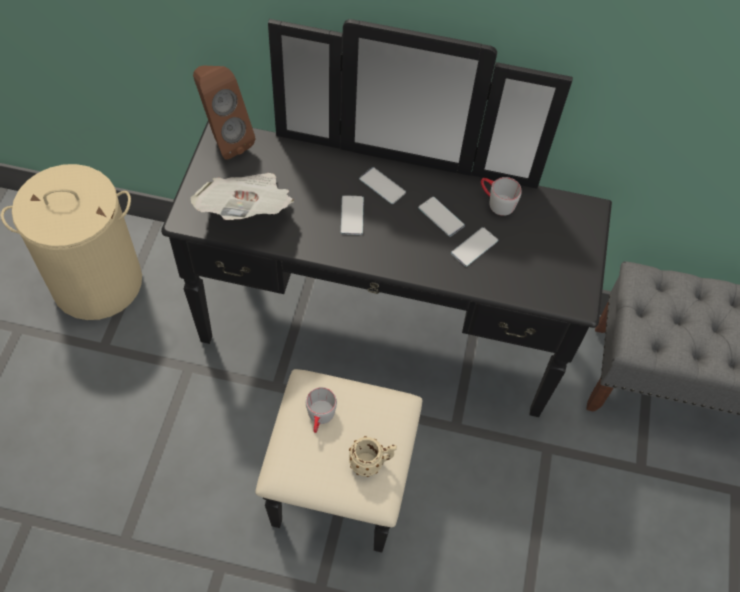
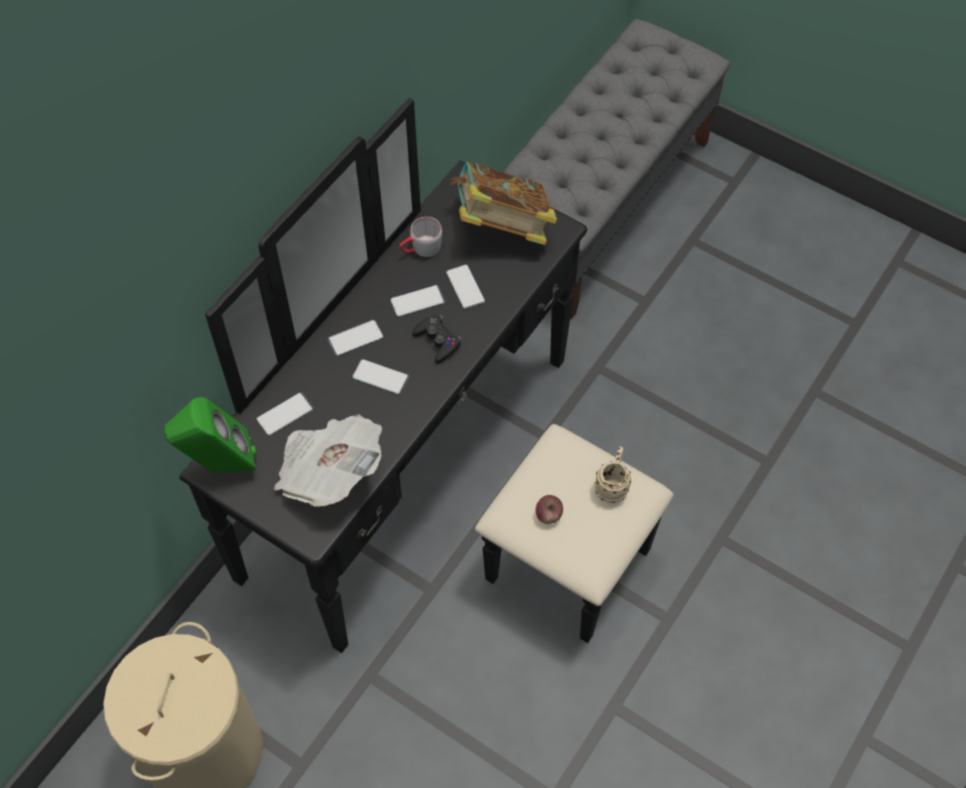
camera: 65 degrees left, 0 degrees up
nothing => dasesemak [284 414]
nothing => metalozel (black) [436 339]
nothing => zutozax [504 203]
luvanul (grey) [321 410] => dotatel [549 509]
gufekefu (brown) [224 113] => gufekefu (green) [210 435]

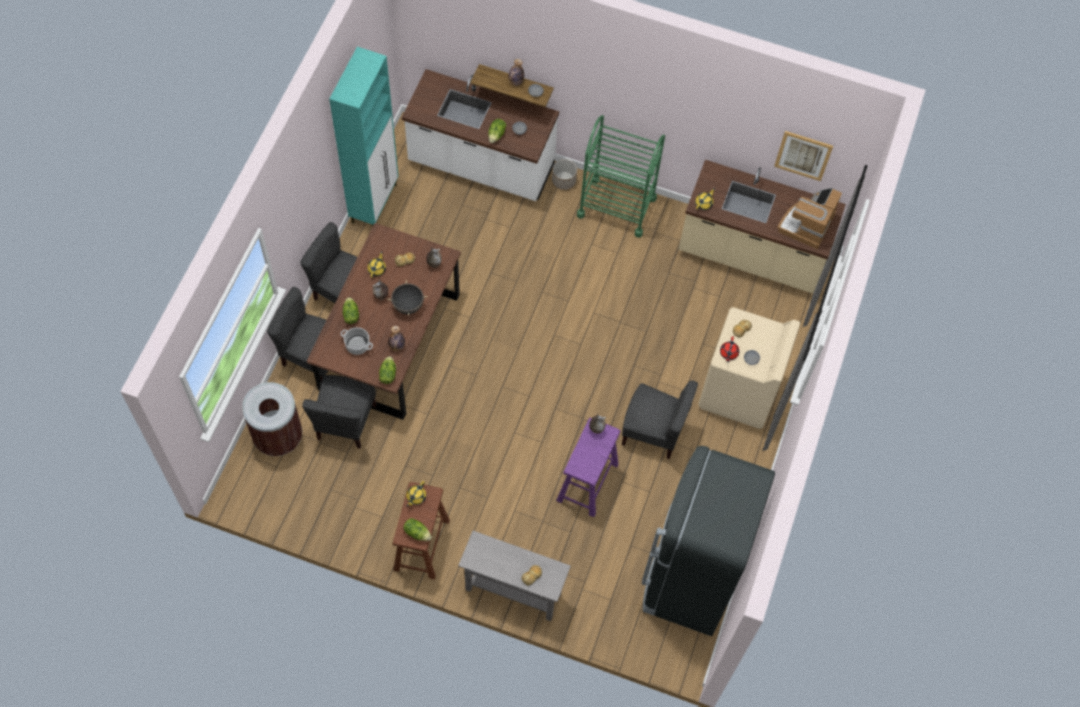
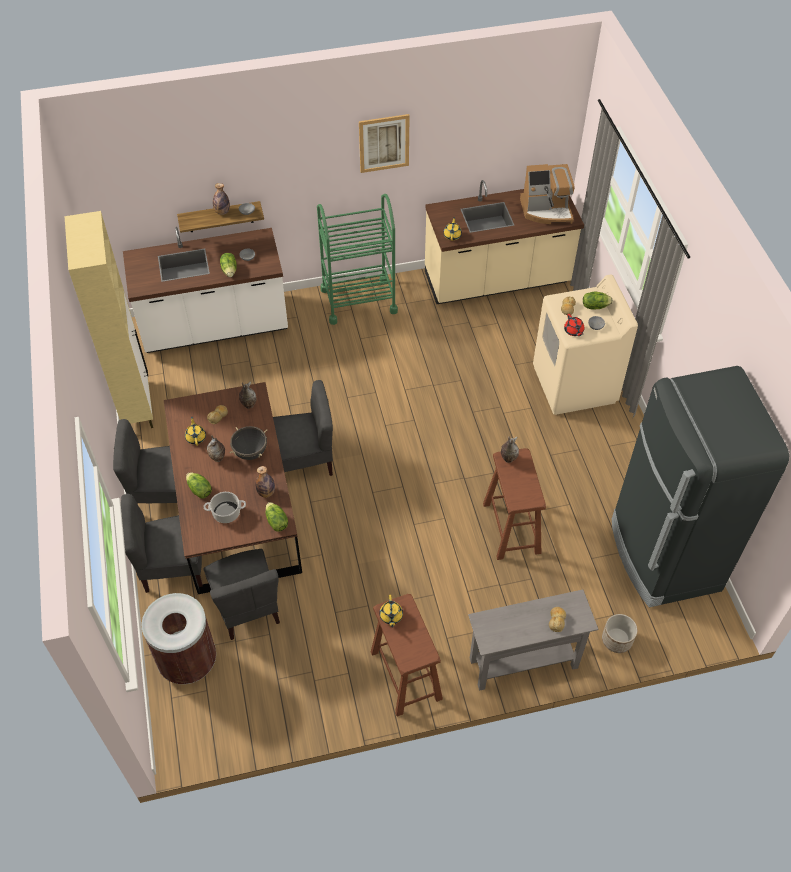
camera: 30 degrees left, 10 degrees down
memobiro [417 529] => memobiro [598 300], shifted
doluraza [564 174] => doluraza [619 633], shifted
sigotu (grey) [660 419] => sigotu (grey) [303 428], shifted
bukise [803 156] => bukise [384 143], shifted
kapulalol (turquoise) [364 137] => kapulalol (beige) [109 319]
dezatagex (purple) [588 467] => dezatagex (brown) [514 504]
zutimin [809 218] => zutimin [547 194], 90 degrees counterclockwise

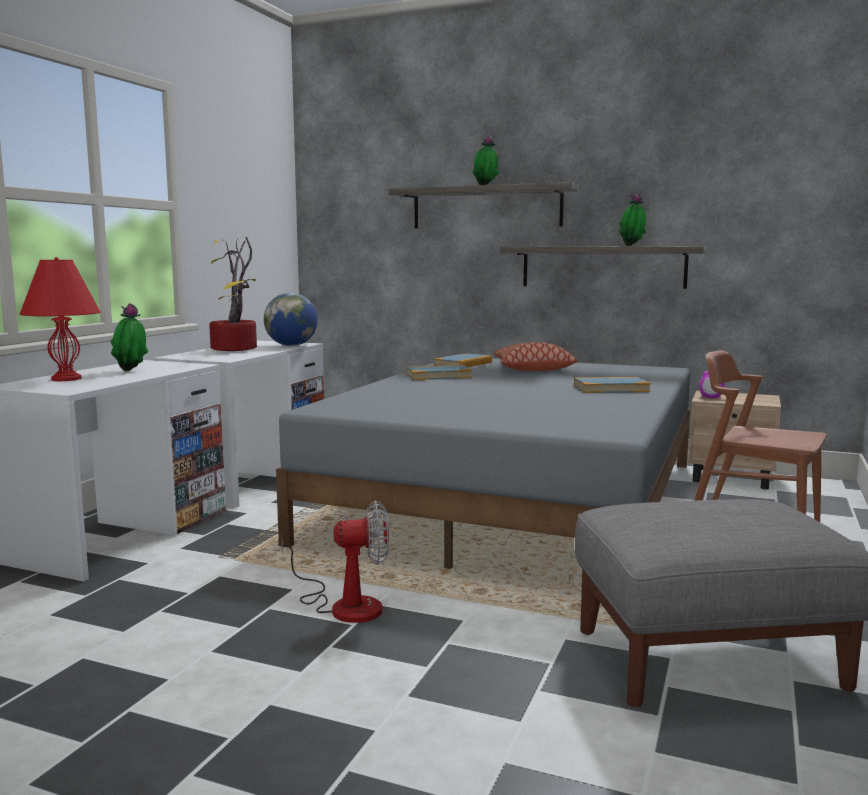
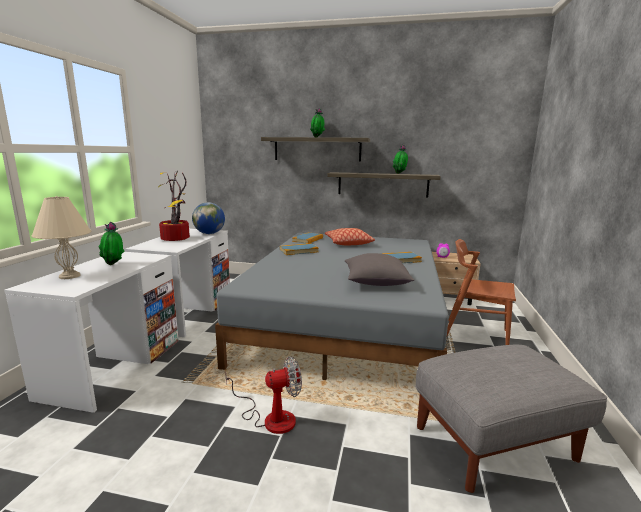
camera: 10 degrees left, 5 degrees up
nothing => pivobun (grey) [379 269]
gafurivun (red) [60 319] => gafurivun (beige) [61 237]

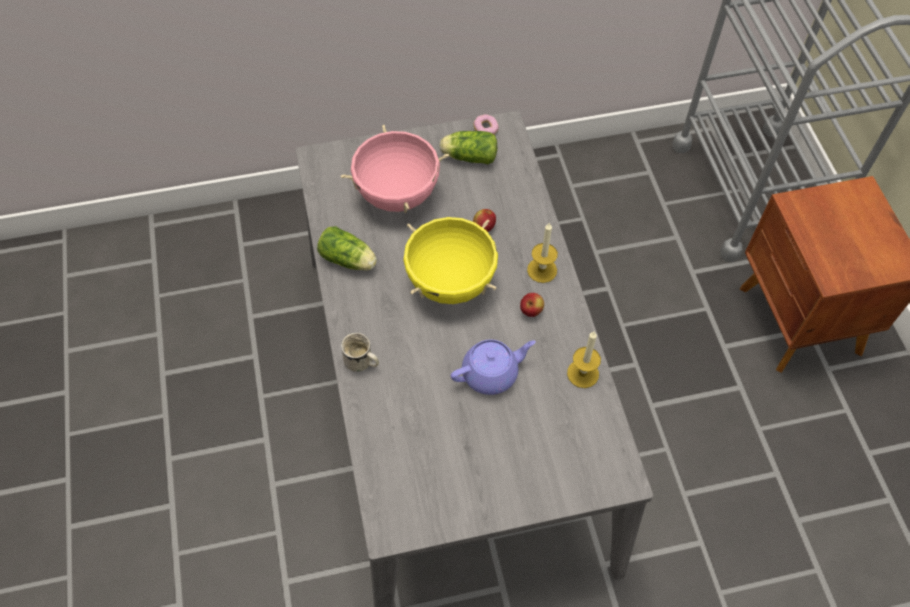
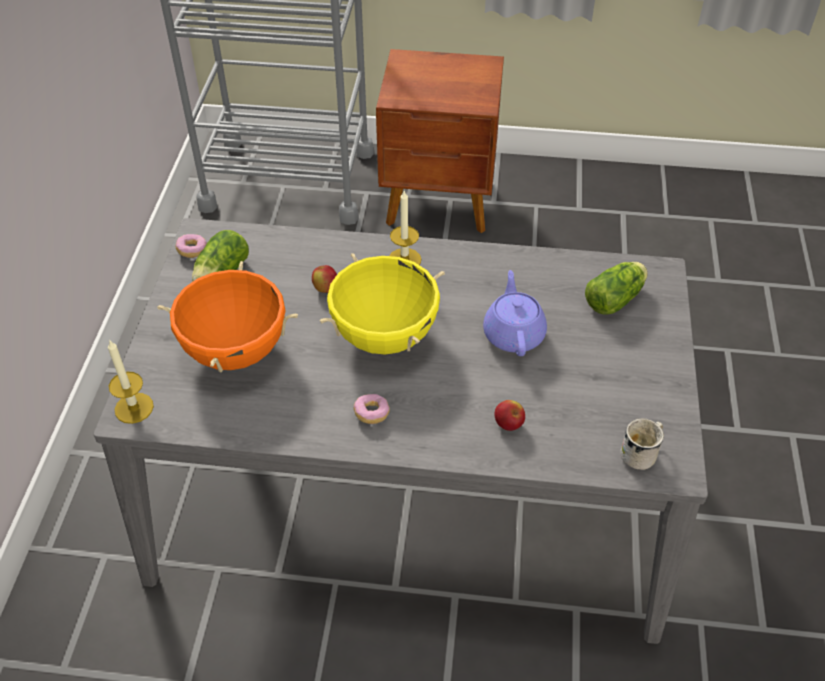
camera: 70 degrees left, 10 degrees down
nothing => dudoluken [372 409]
memobiro [347 248] => memobiro [616 288], shifted
luvanul (white) [360 352] => luvanul (white) [642 444], shifted
dotatel [532 305] => dotatel [509 415], shifted
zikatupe [584 360] => zikatupe [131 381], shifted
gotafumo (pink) [395 169] => gotafumo (orange) [227 317]

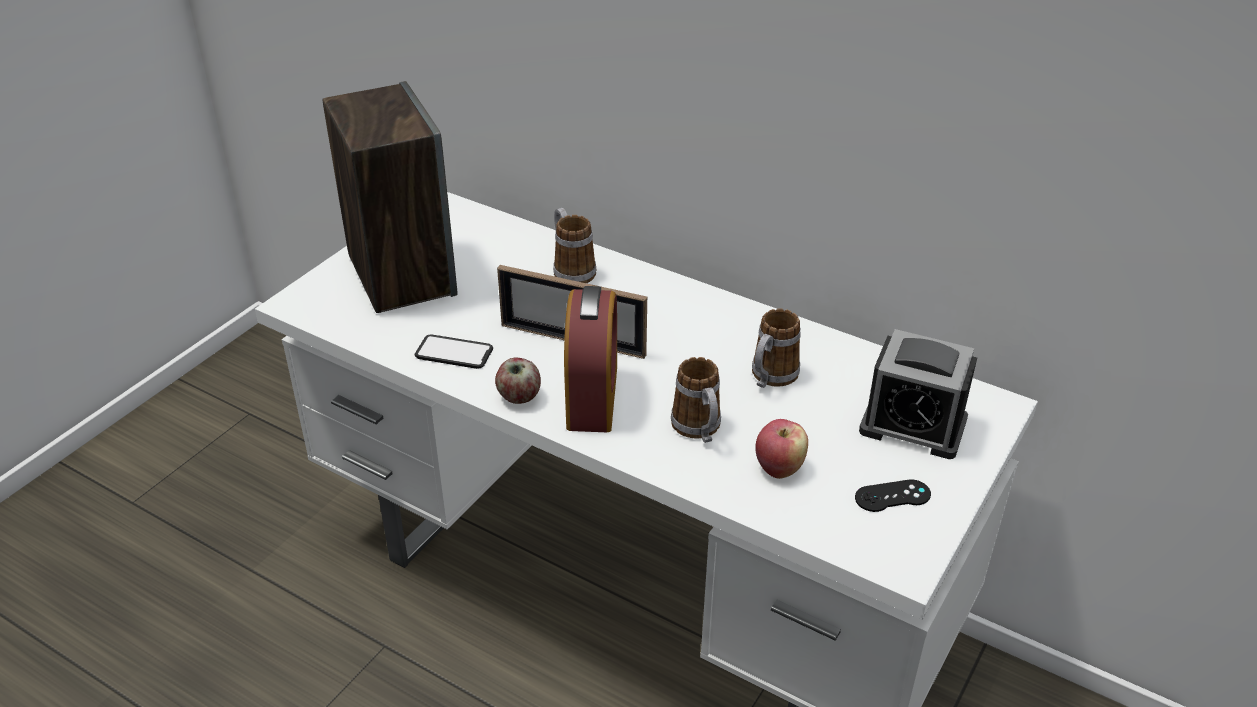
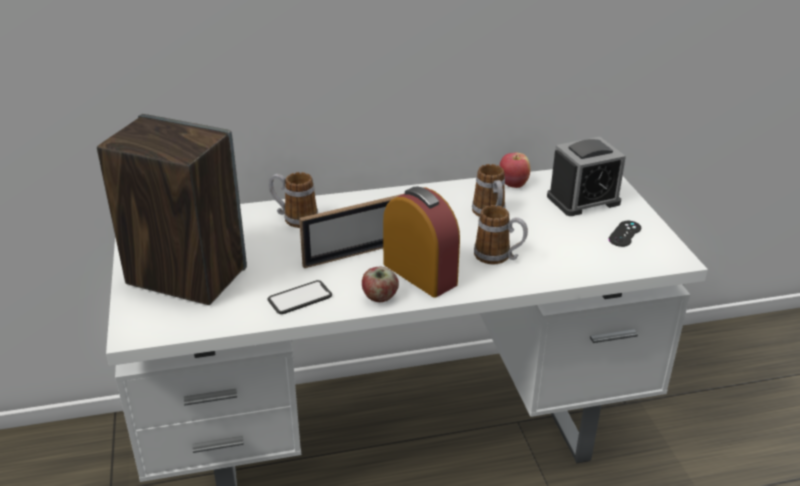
camera: 45 degrees left, 5 degrees down
dotatel [781 449] => dotatel [514 170], shifted

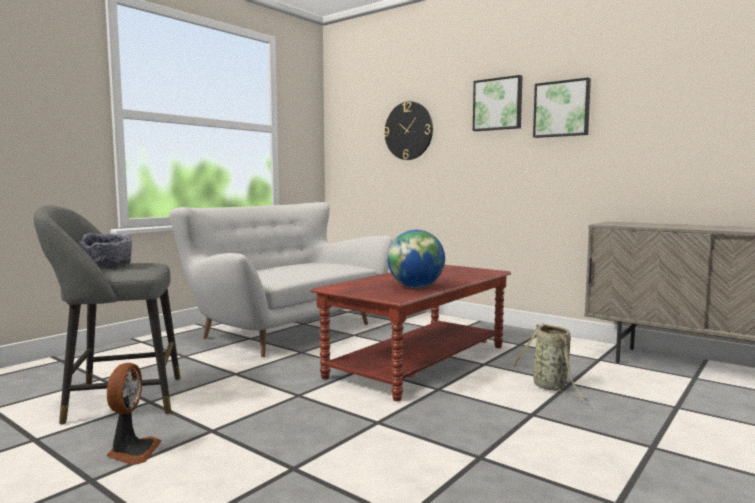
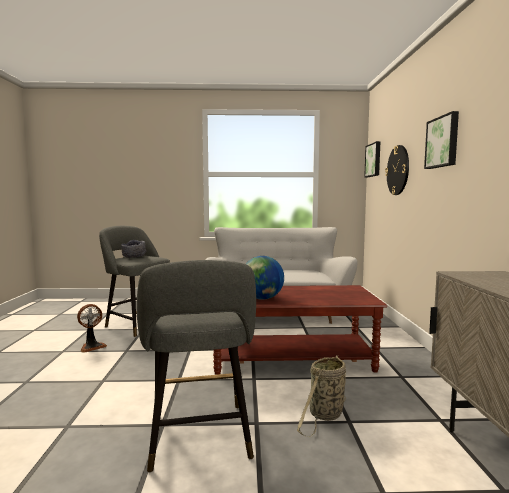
camera: 50 degrees right, 0 degrees up
nothing => dezatagex (grey) [196 366]
bukise [562 107] => bukise [372 159], shifted

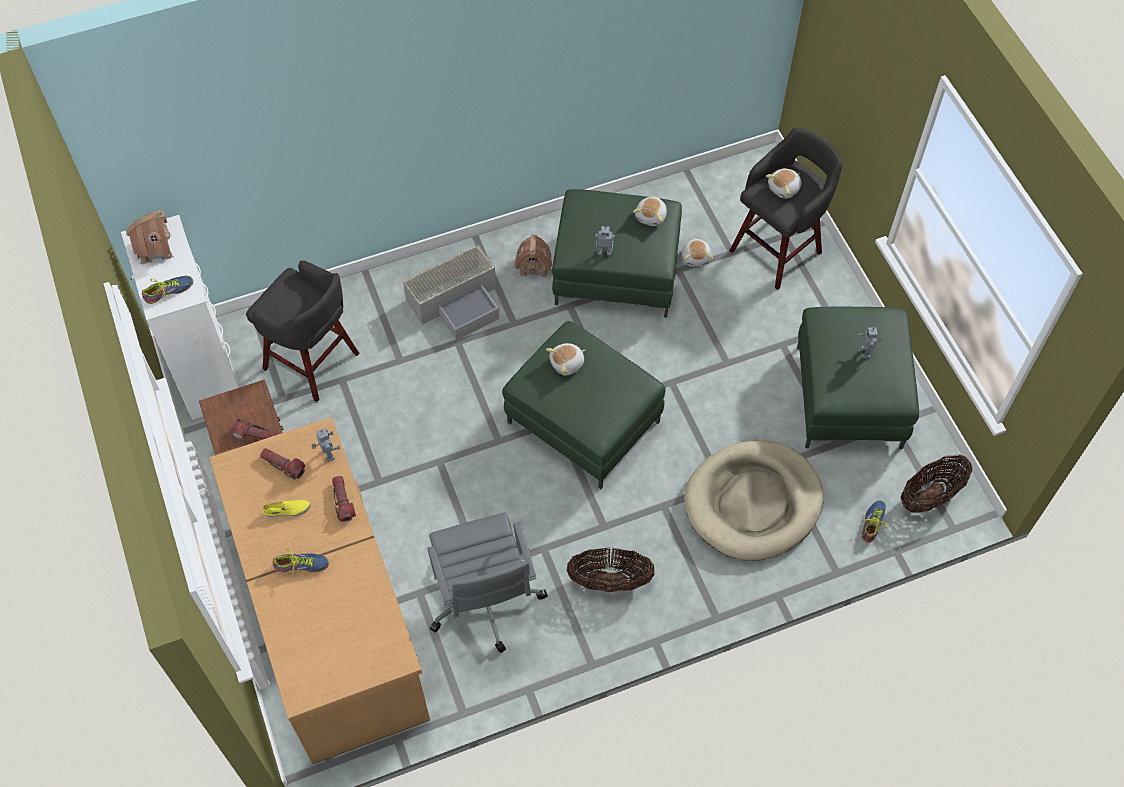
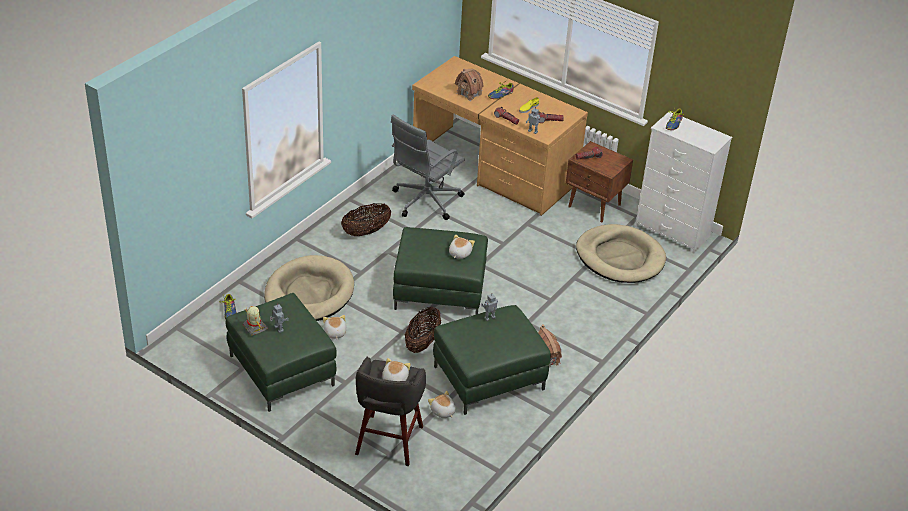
camera: 145 degrees right, 20 degrees down
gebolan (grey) [451 292] => nothing
nothing => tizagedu [255 321]
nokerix [150 237] => nokerix [469 85], shifted
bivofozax [650 211] => bivofozax [335 327], shifted
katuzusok [937 484] => katuzusok [423 330], shifted
dezatagex (grey) [302 331] => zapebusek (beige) [621 253]
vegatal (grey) [487 583] => vegatal (grey) [428 167], 90 degrees counterclockwise

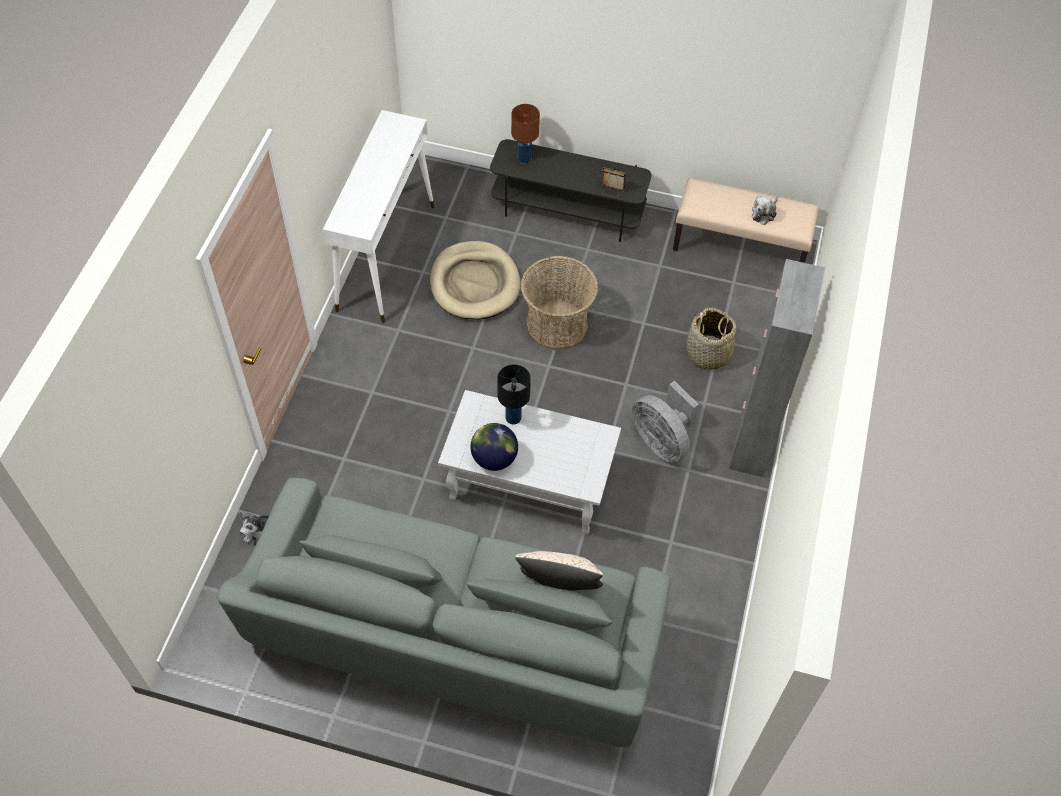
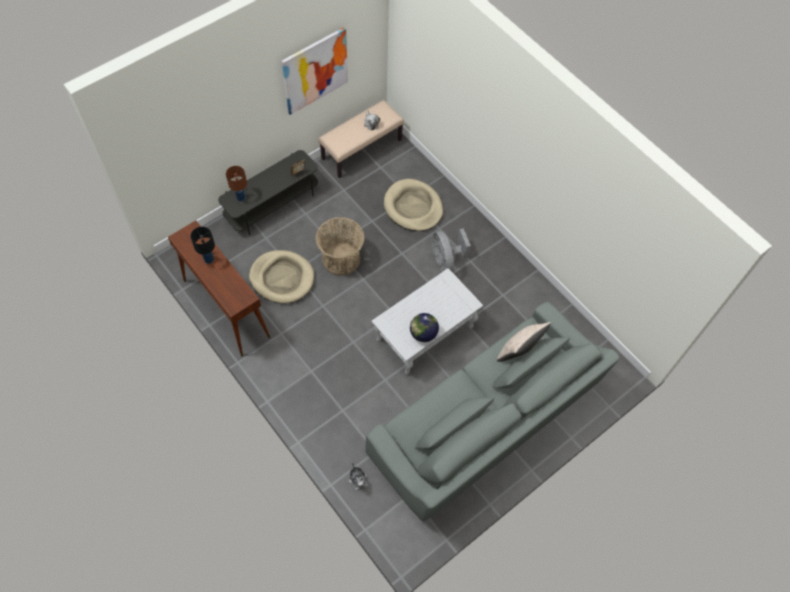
camera: 55 degrees left, 5 degrees up
kapulalol (grey) [777 368] => nothing
nothing => bukise [315 71]
gafurivun (black) [514 394] => gafurivun (black) [202 245], shifted
katuzusok [711 339] => zapebusek (beige) [413 205]
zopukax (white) [378 216] => zopukax (brown) [219 289]
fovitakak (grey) [665 422] => fovitakak (grey) [451 250], 75 degrees clockwise

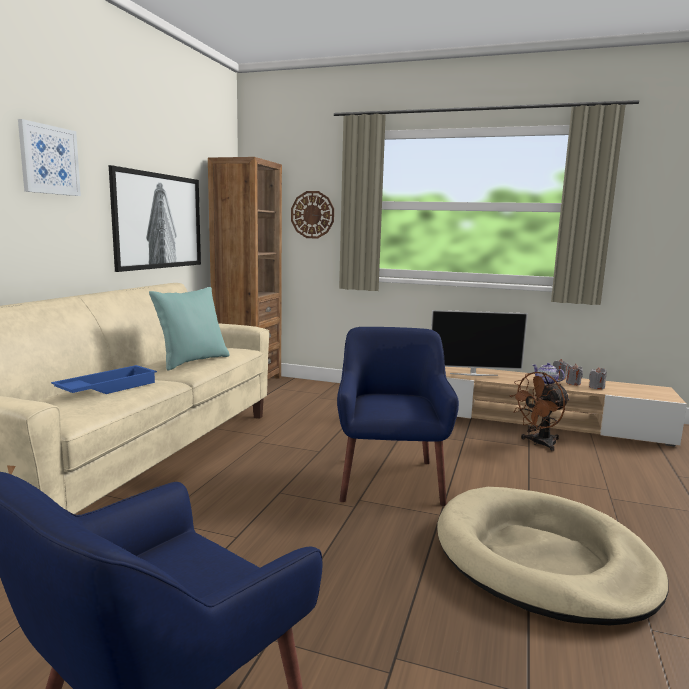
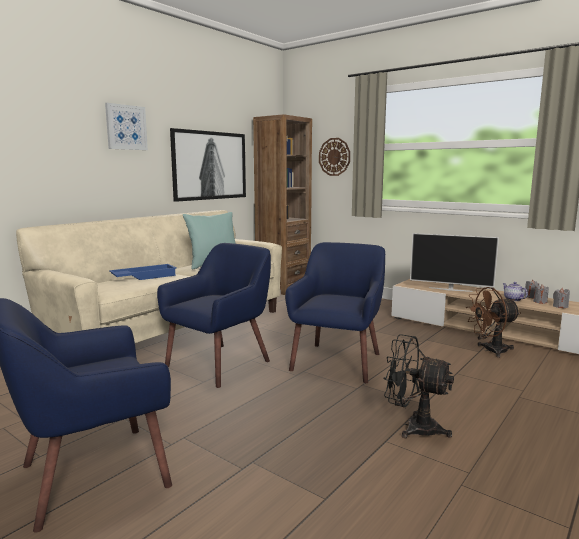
camera: 20 degrees right, 0 degrees up
nothing => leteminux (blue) [214 315]
zapebusek (beige) [553 556] => fovitakak (black) [418 386]

